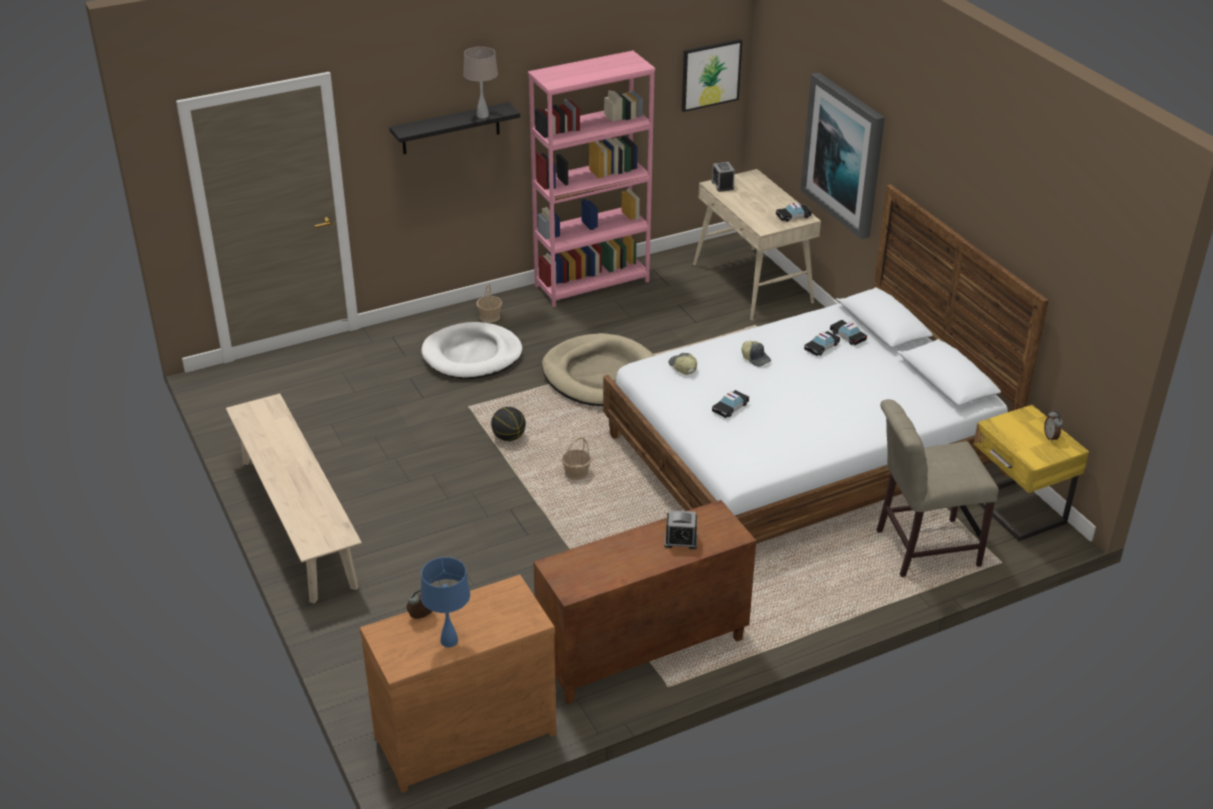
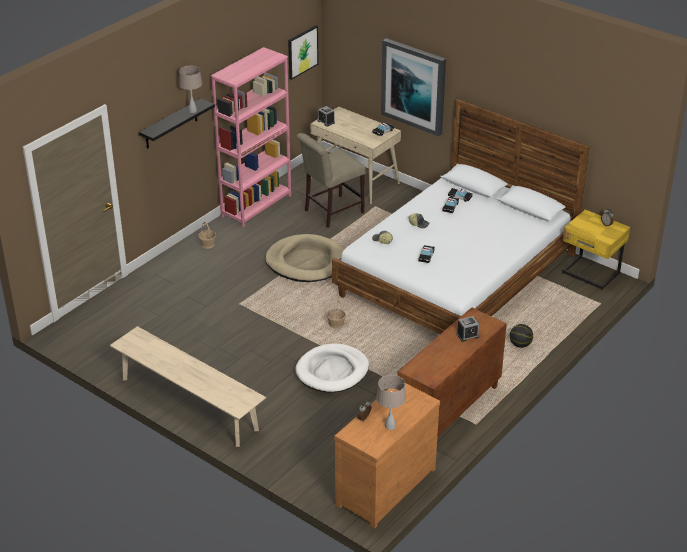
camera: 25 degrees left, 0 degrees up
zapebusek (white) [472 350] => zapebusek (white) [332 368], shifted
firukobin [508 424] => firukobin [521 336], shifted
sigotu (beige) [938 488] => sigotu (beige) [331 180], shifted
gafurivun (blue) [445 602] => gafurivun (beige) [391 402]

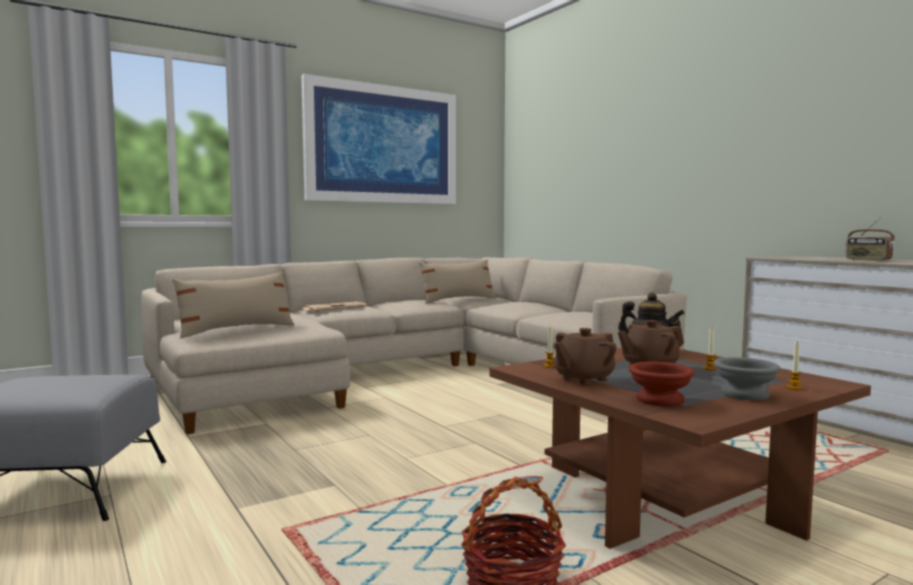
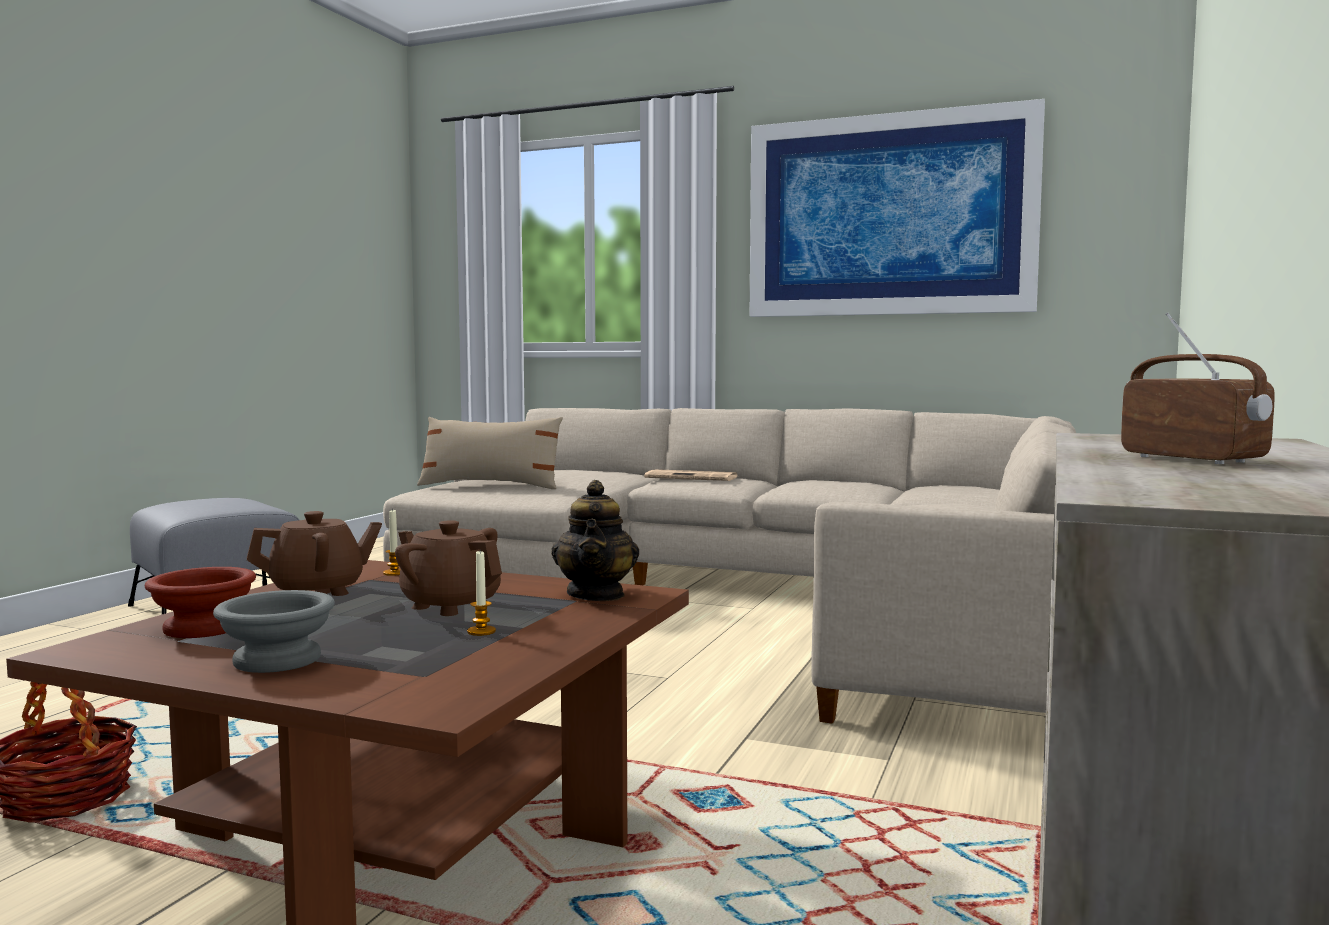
camera: 55 degrees right, 0 degrees up
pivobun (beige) [457 281] => nothing
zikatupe [795 366] => nothing
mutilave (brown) [585 356] => mutilave (brown) [314 553], 135 degrees clockwise
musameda [870 239] => musameda [1198 388], 135 degrees clockwise

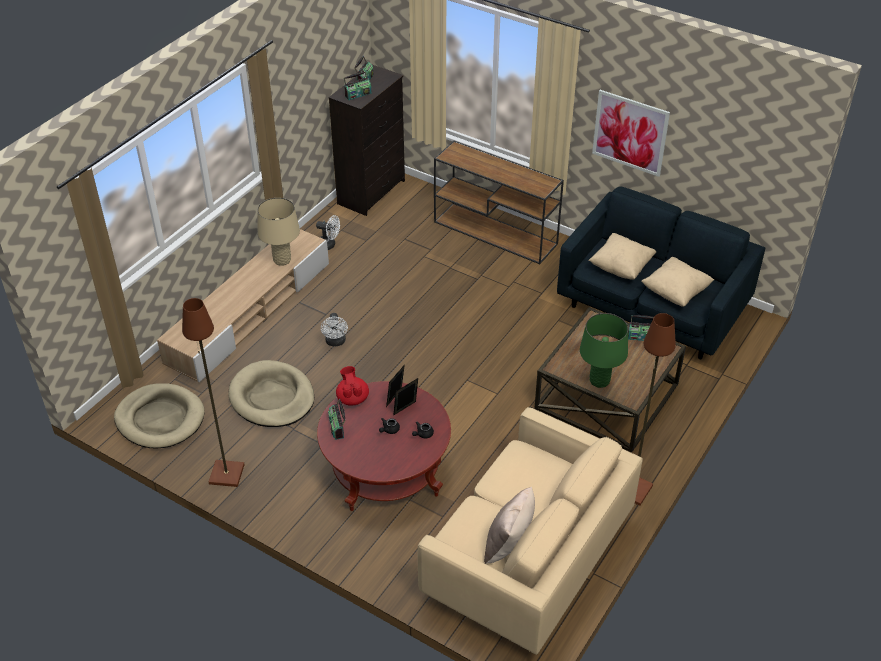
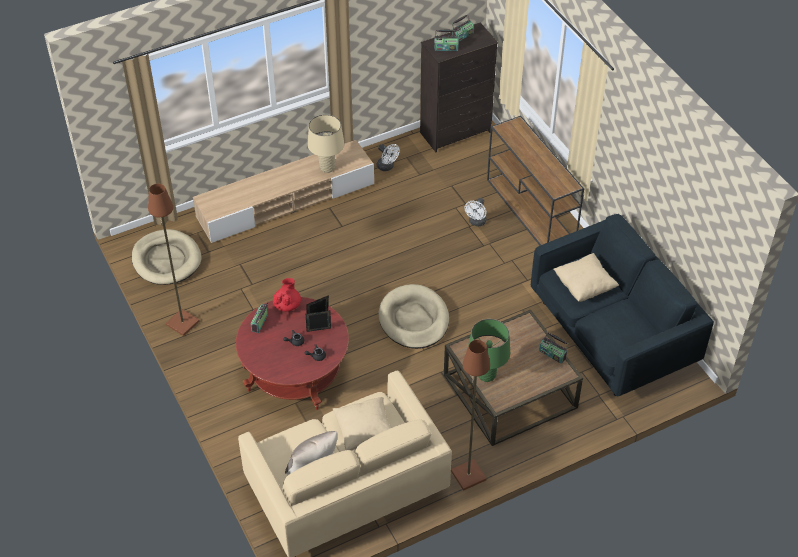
camera: 30 degrees right, 5 degrees up
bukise [631 133] => nothing
zapebusek (beige) [271 393] => zapebusek (beige) [414 316], shifted
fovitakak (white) [334 329] => fovitakak (white) [475 212], shifted
pivobun (beige) [678 282] => pivobun (beige) [362 424], shifted

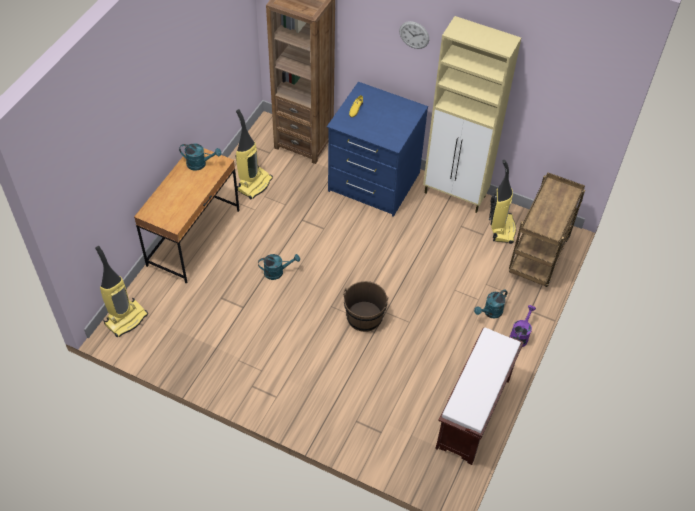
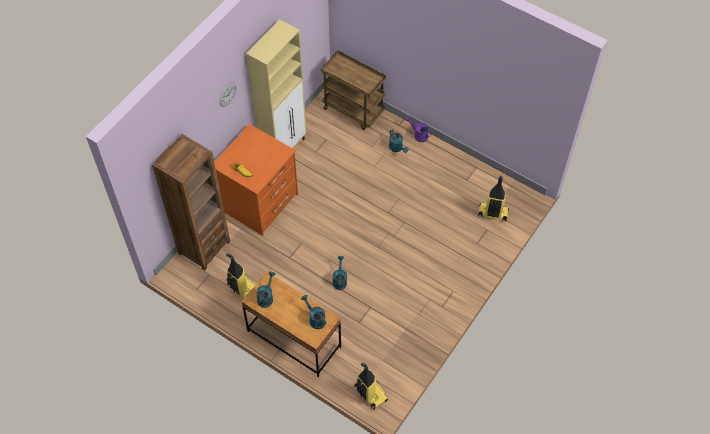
camera: 80 degrees left, 5 degrees up
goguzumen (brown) [366 306] => nothing
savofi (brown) [480 396] => nothing
nothing => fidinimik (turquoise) [313 312]
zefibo [502 202] => zefibo [493 199], shifted
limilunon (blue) [377 149] => limilunon (orange) [256 180]

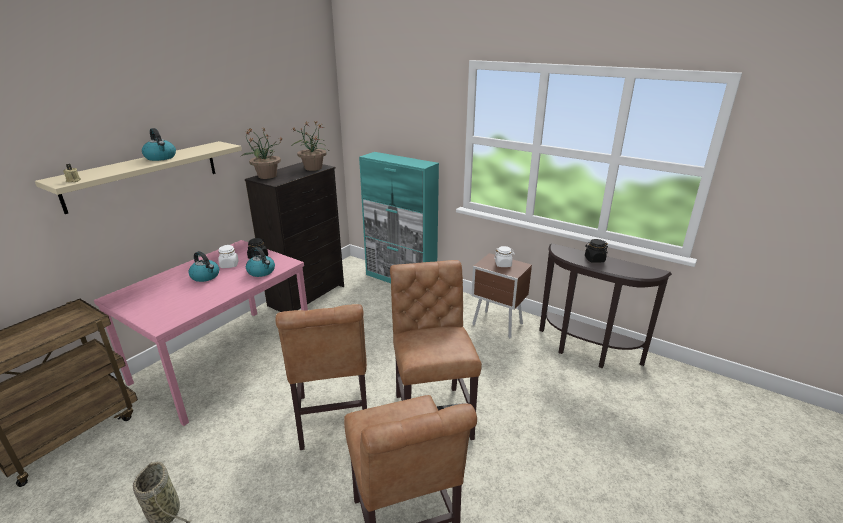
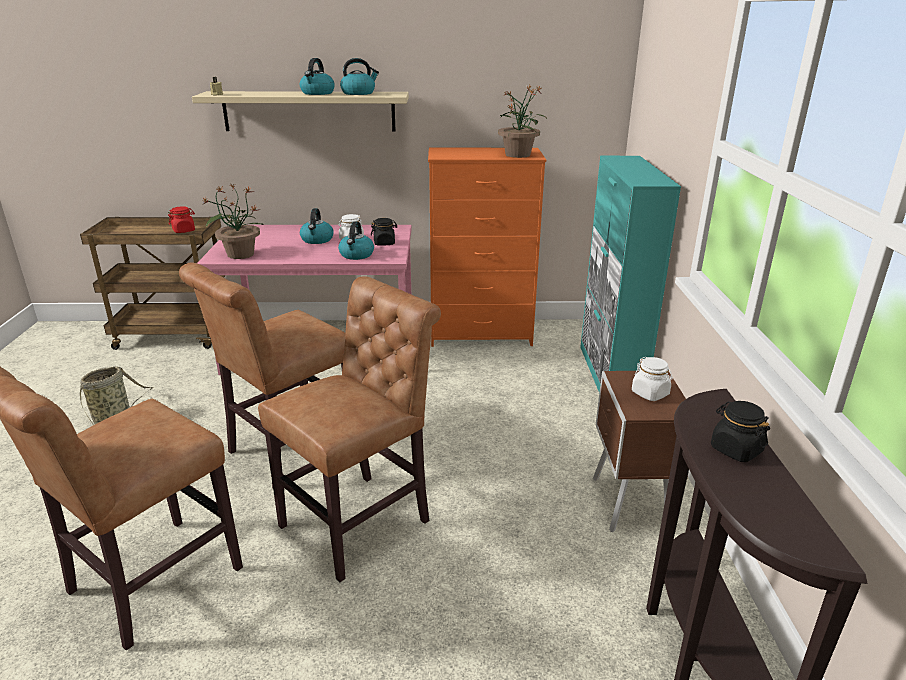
camera: 55 degrees right, 0 degrees up
nothing => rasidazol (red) [181 219]
nothing => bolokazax [359 76]
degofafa [261 153] => degofafa [232 221], shifted
limilunon (black) [294 237] => limilunon (orange) [487 247]

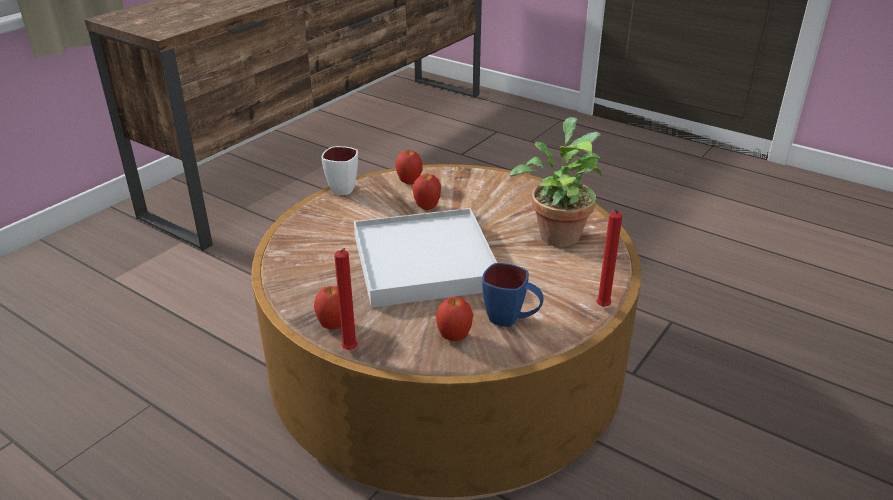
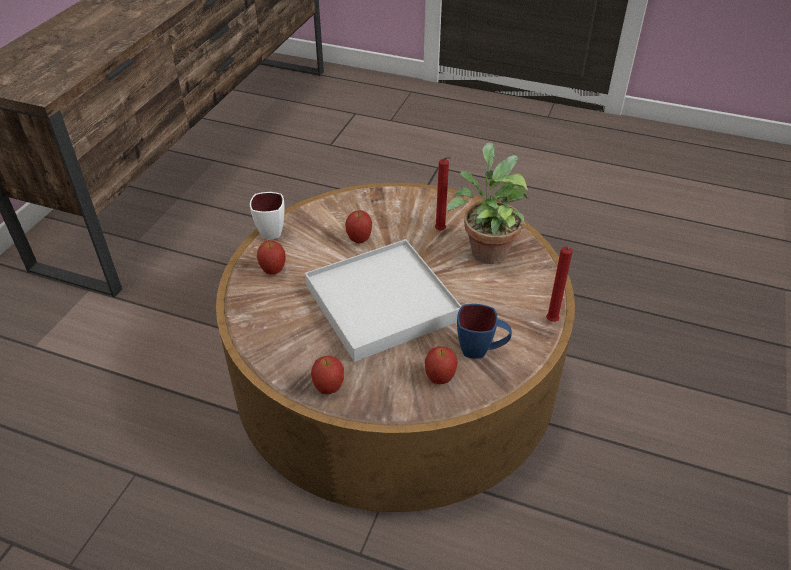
camera: 15 degrees left, 10 degrees up
zikatupe (red) [346 299] => zikatupe (red) [443 194], shifted
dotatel [409 167] => dotatel [271 257], shifted

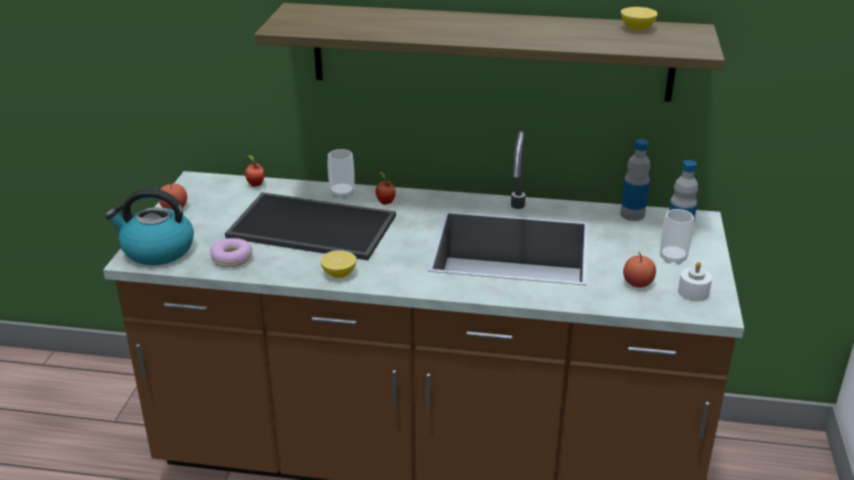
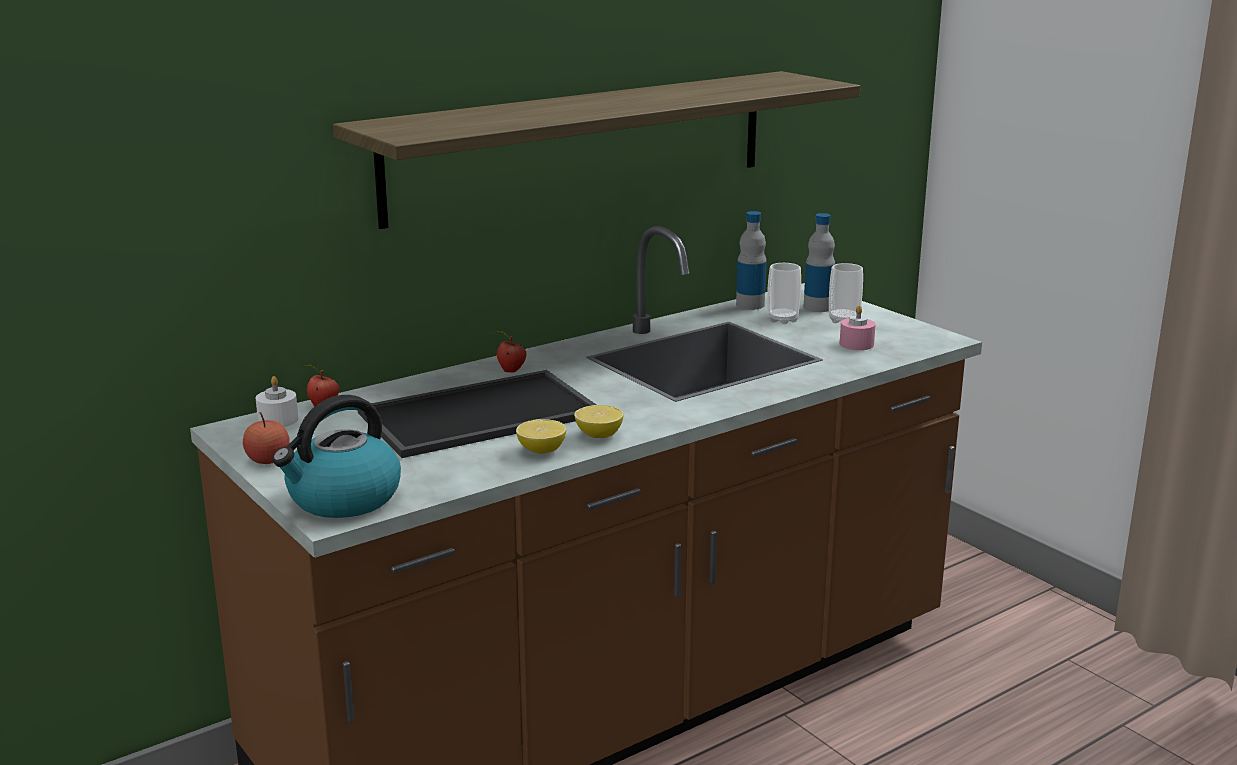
camera: 45 degrees left, 10 degrees down
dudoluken [231 252] => nothing
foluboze [341 174] => foluboze [784 293], shifted
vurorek [639 18] => vurorek [541 436], shifted
zikatupe (white) [695 281] => zikatupe (white) [277 401], shifted
dotatel [639 270] => zikatupe (pink) [858 327]

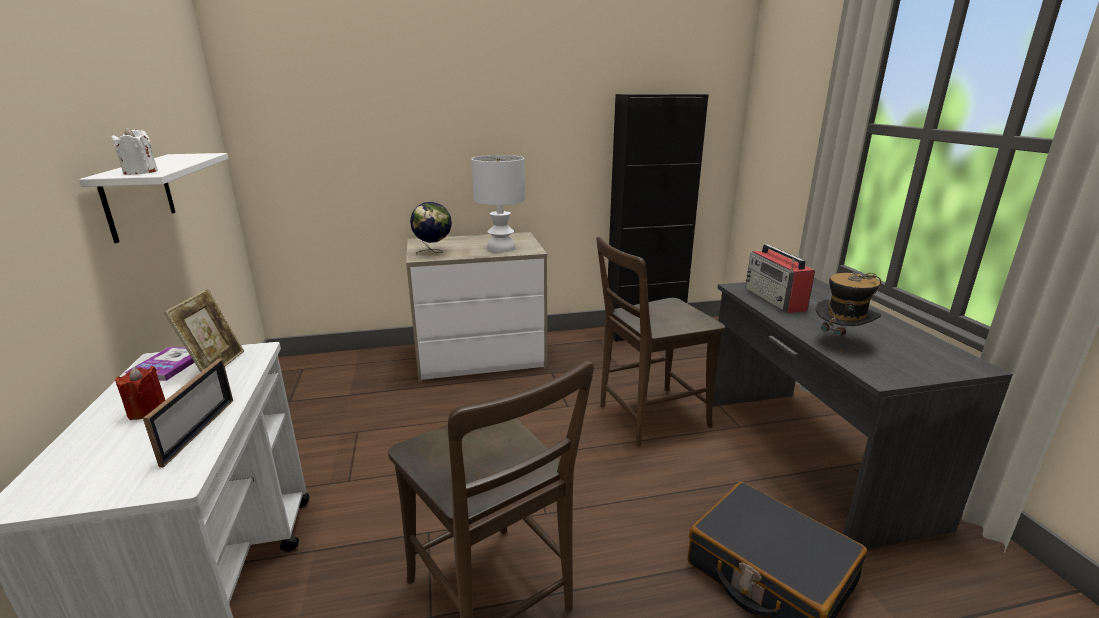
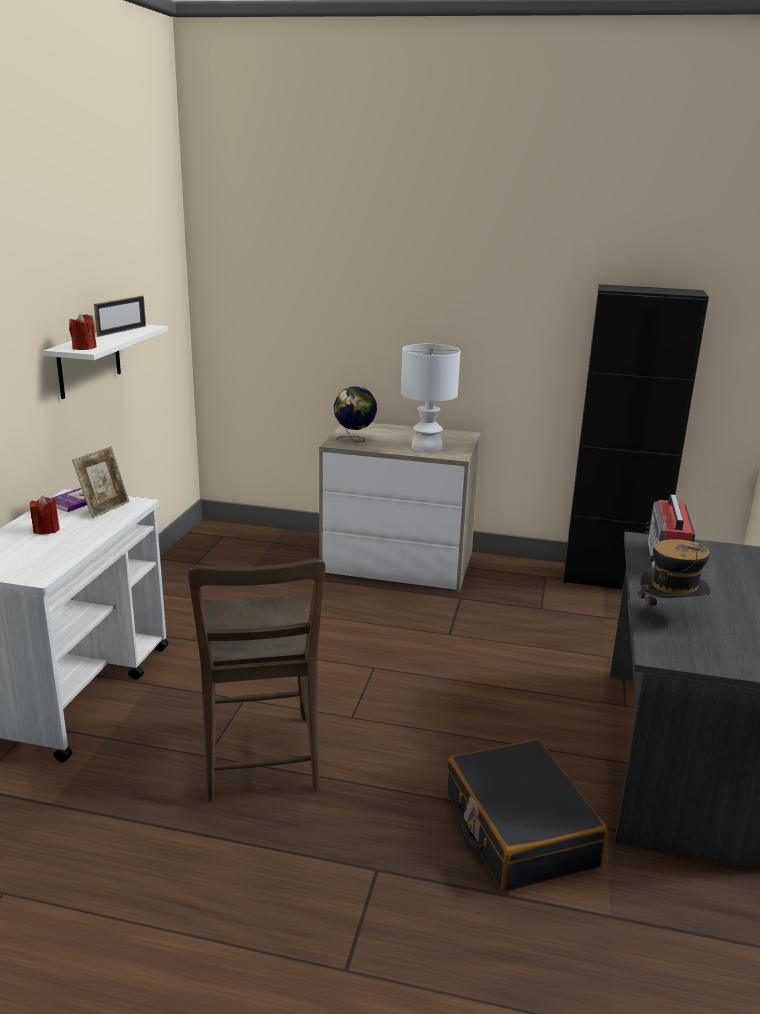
camera: 25 degrees right, 0 degrees up
sigotu (brown) [660 341] => nothing
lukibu [188 412] => lukibu [120 316], shifted
zikatupe (white) [134 151] => zikatupe (red) [83 331]

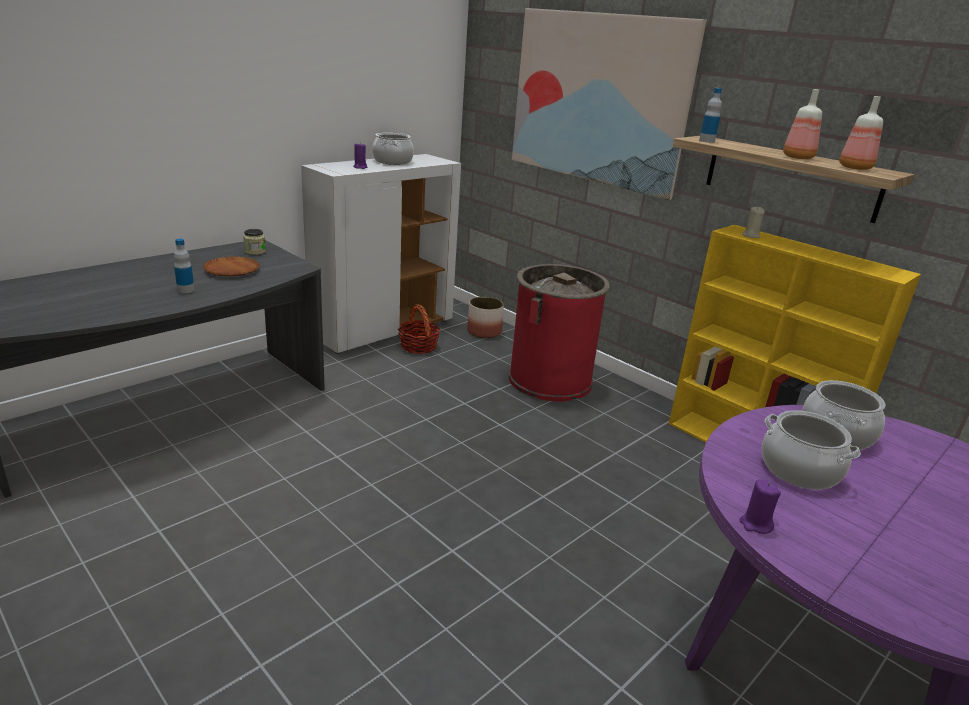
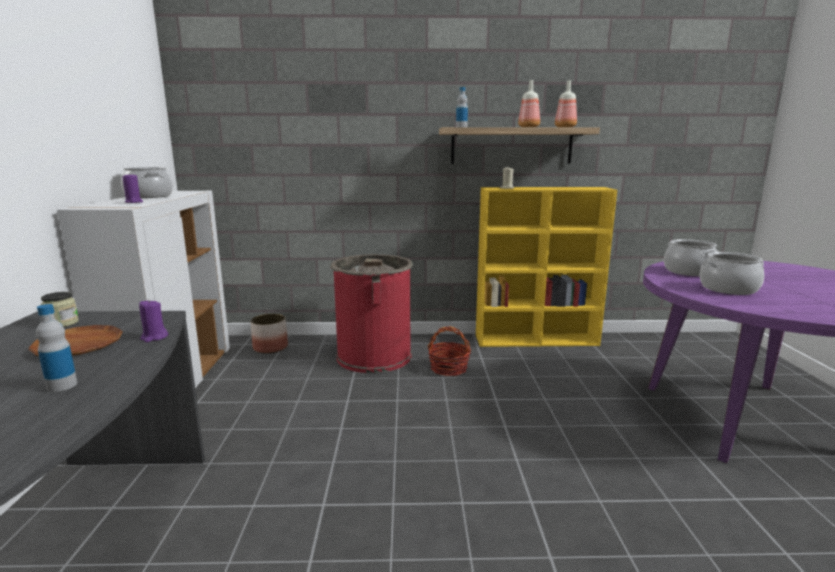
camera: 45 degrees left, 10 degrees down
bukise [609 104] => nothing
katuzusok [419 329] => katuzusok [449 351], shifted
zikatupe (purple) [760 507] => zikatupe (purple) [153 320], shifted

